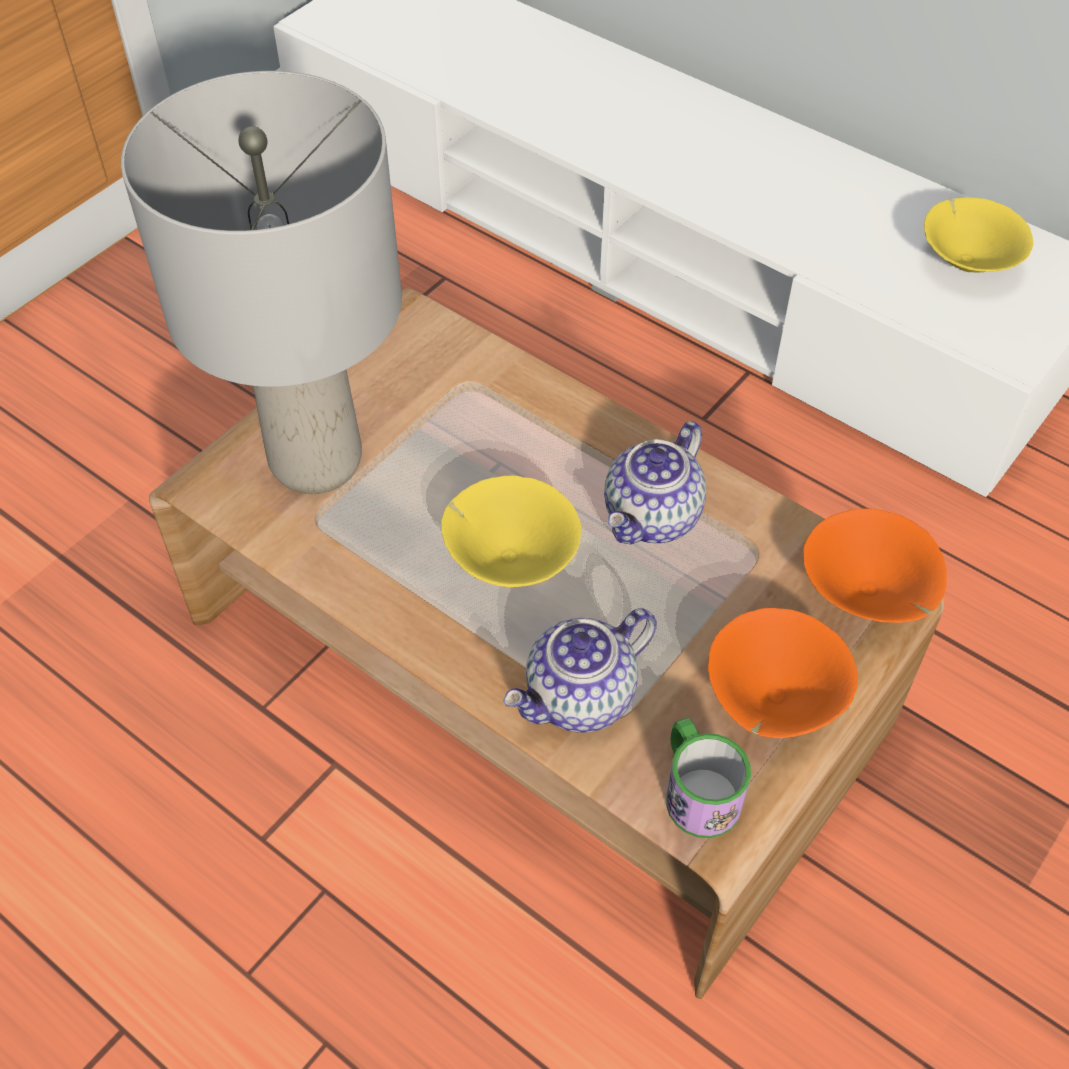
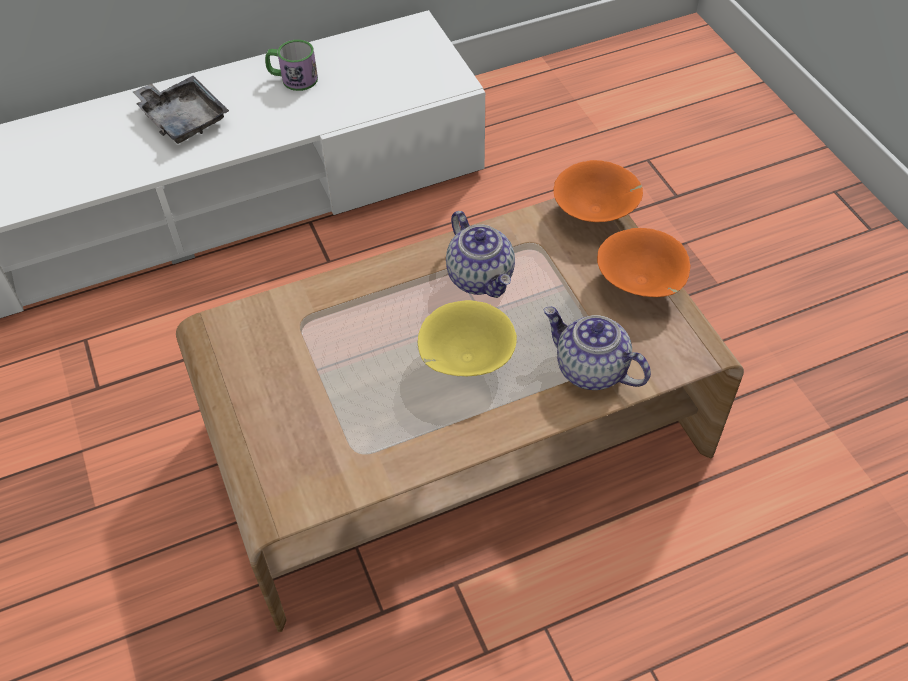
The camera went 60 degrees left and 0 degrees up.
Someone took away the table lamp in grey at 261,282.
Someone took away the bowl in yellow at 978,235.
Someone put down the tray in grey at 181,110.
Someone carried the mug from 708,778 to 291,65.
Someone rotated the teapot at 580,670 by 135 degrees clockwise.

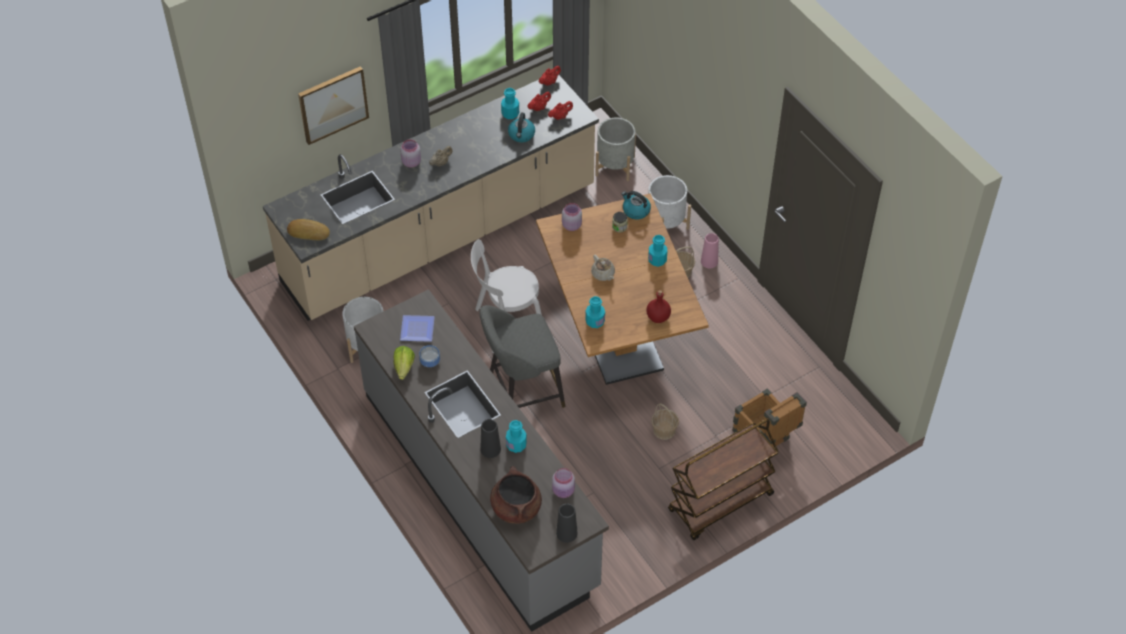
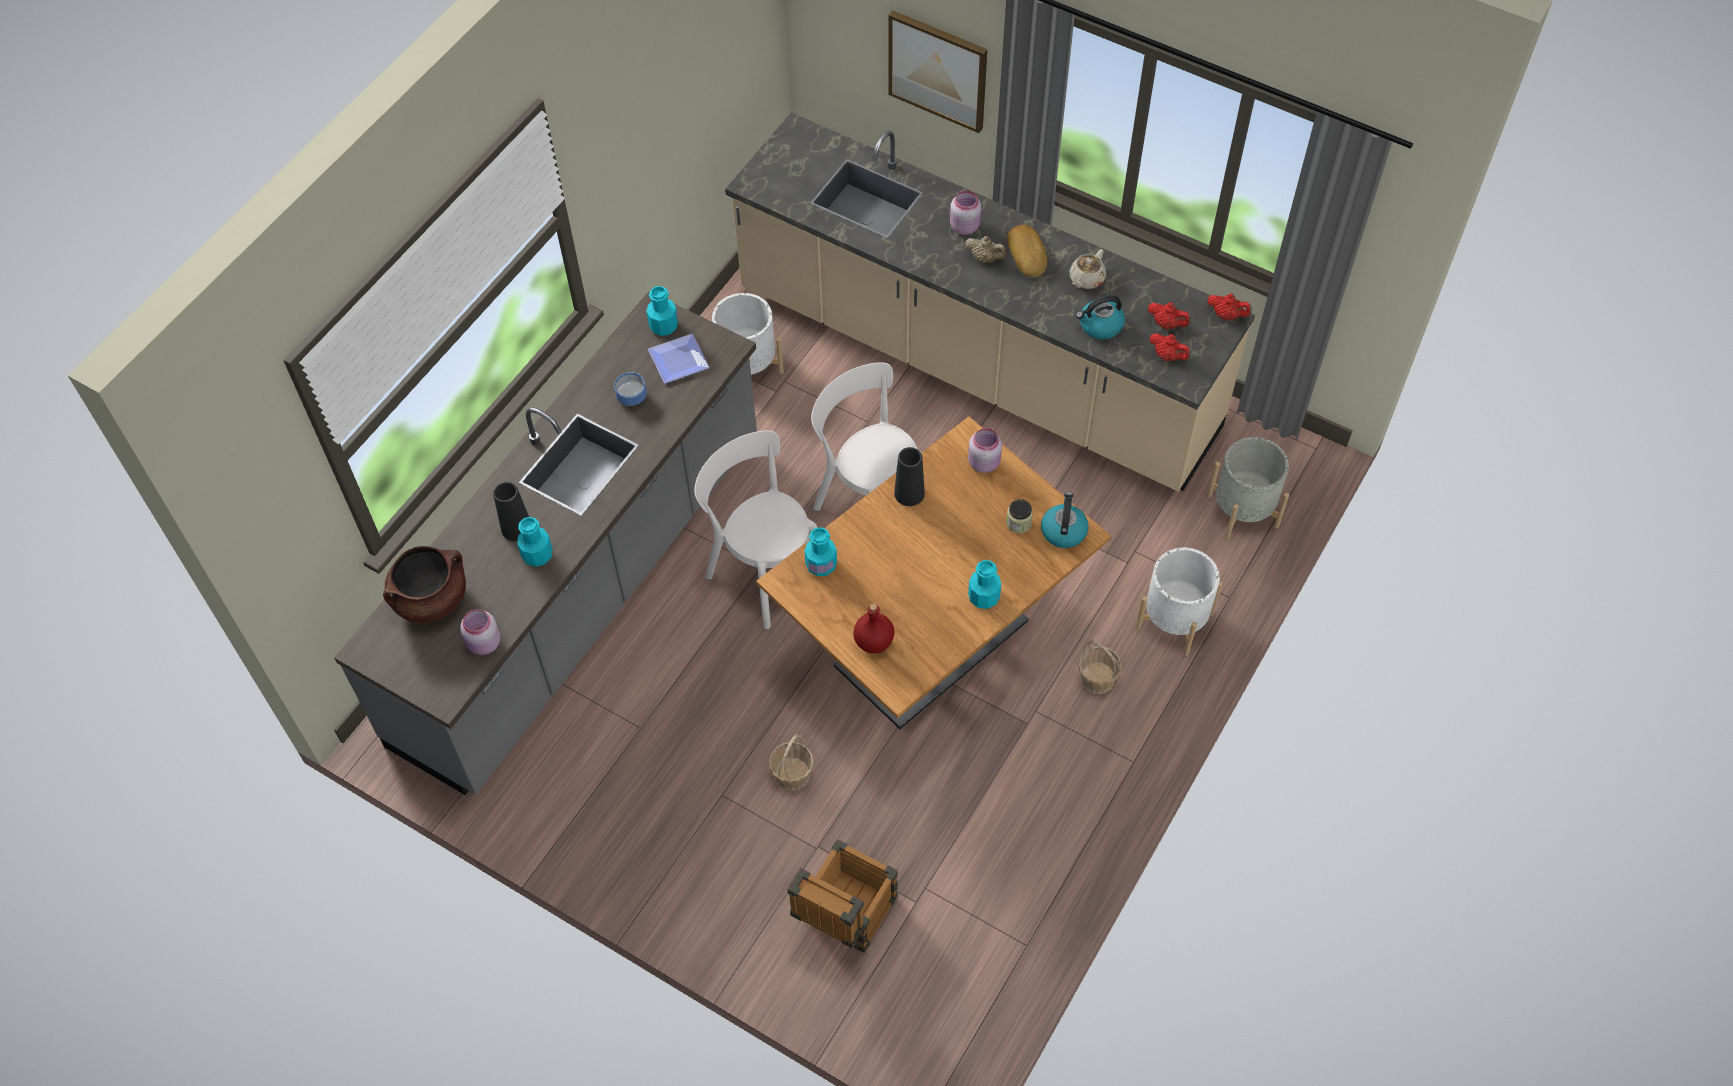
The camera went 65 degrees right and 5 degrees up.
Someone took away the lettuce at 404,363.
Someone took away the cart in brown at 723,479.
Someone took away the vase in pink at 710,251.
Someone carried the bread from 308,230 to 1027,251.
Someone carried the bottle in turquoise from 510,103 to 662,311.
Someone carried the vase in black from 566,523 to 909,476.
Someone carried the teapot in beige from 603,267 to 1088,269.
Someone swapped the stool in grey at 522,356 for the chair in white at 756,530.

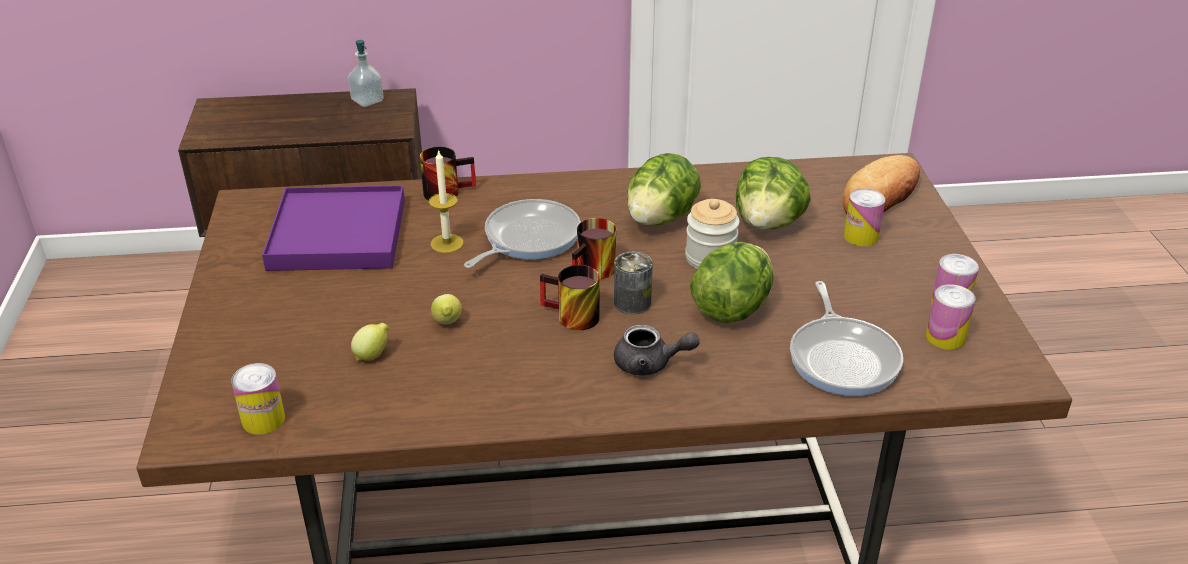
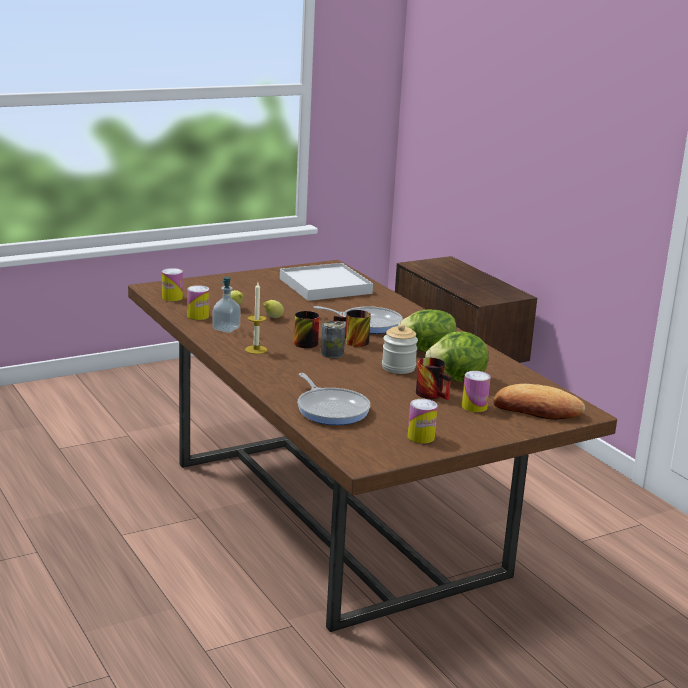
The camera went 65 degrees right and 15 degrees down.
Someone took away the teapot in grey at 656,350.
Someone took away the lettuce at 731,282.
Someone carried the soap dispenser from 366,73 to 226,305.
Someone carried the mug from 448,173 to 433,379.
Someone carried the candle from 446,201 to 256,318.
Someone carried the can from 951,317 to 198,302.
Someone repainted the tray in purple at 333,228, which became the tray in white at 326,282.
Someone rotated the frying pan at 846,338 by 90 degrees counterclockwise.

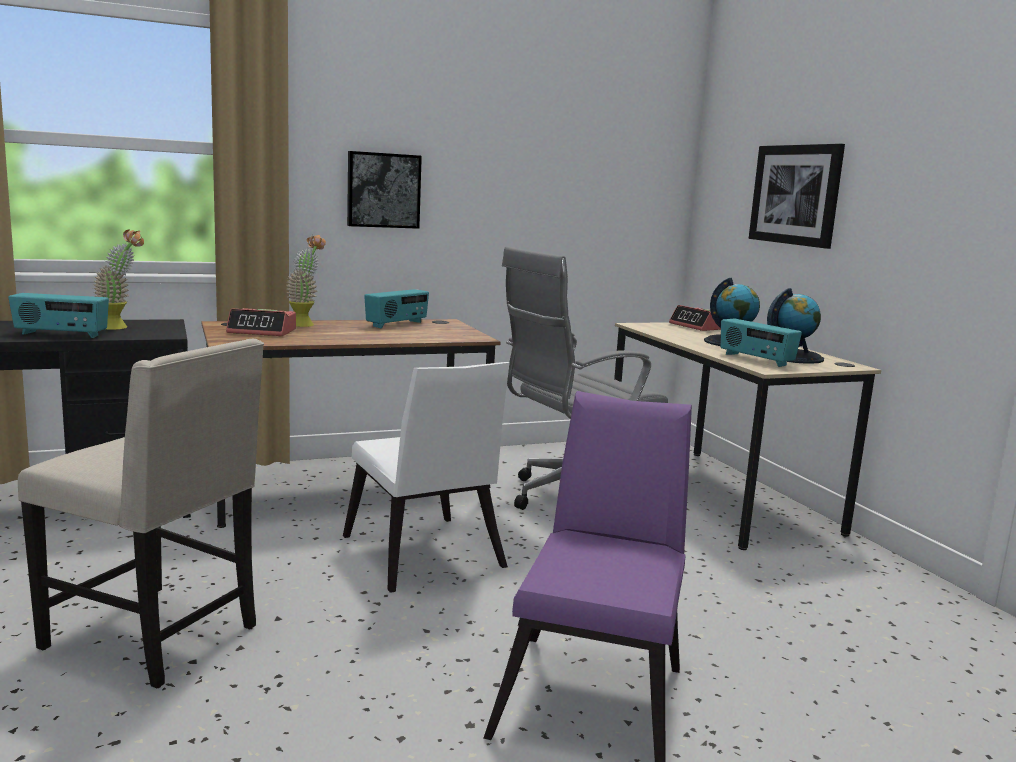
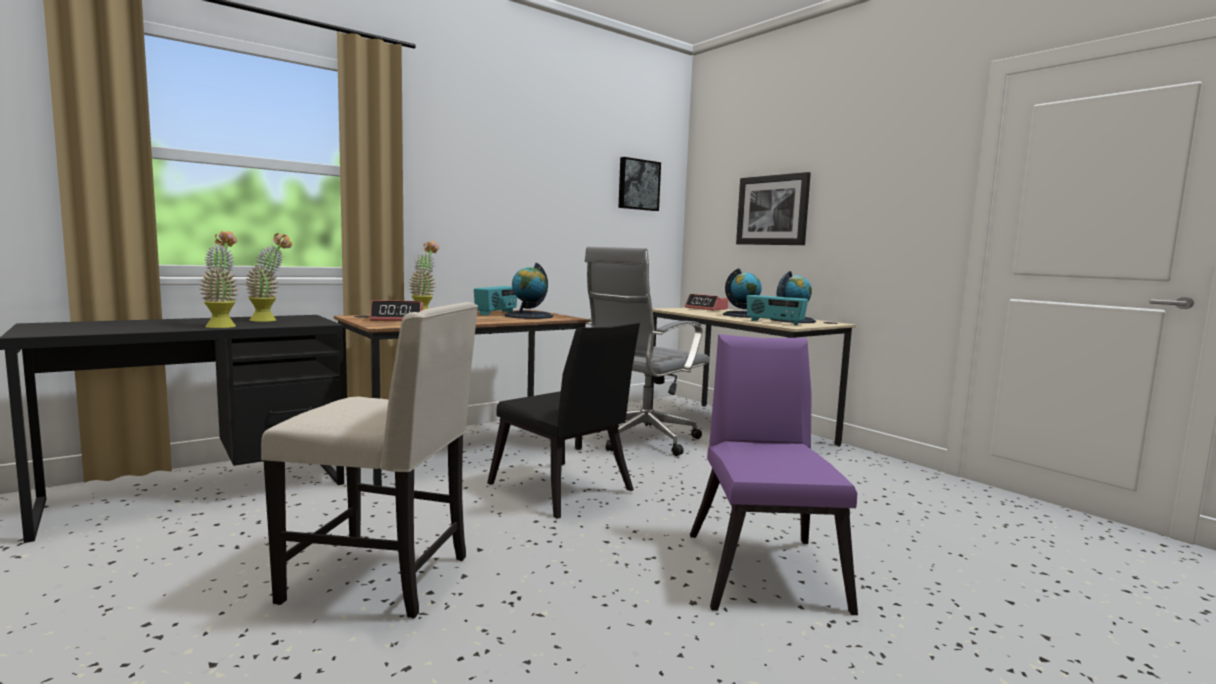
The camera went 15 degrees left and 5 degrees down.
Someone put down the globe at 529,291.
Someone carried the picture from 384,190 to 639,184.
Someone swapped the radio at 58,315 for the potted plant at 219,279.
Someone repainted the chair in white at 426,477, which became the chair in black at 563,421.

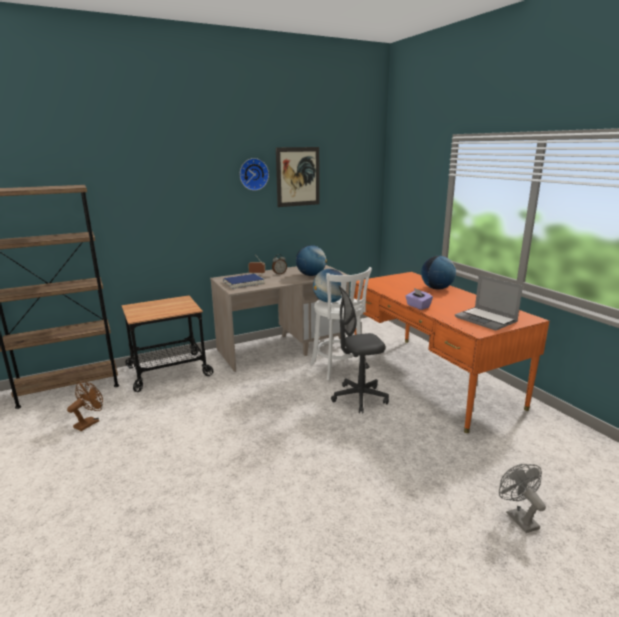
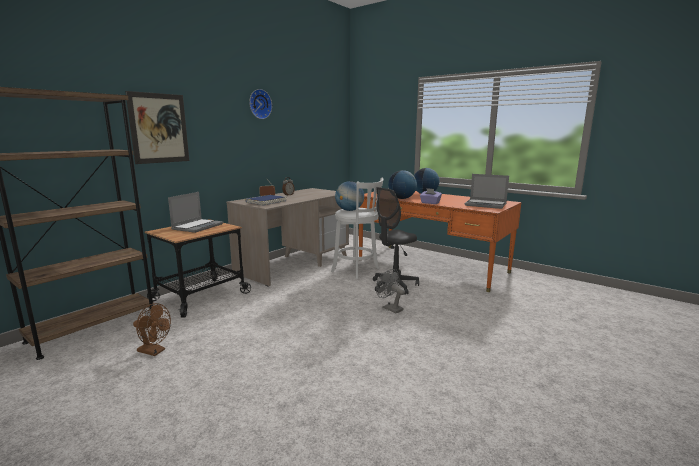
The camera went 25 degrees left and 5 degrees down.
Someone put down the laptop at 195,212.
Someone carried the picture from 297,177 to 157,127.
Someone carried the globe from 311,260 to 402,184.
Someone carried the fan in grey from 522,498 to 390,291.
Someone rotated the fan in brown at 85,406 by 105 degrees clockwise.

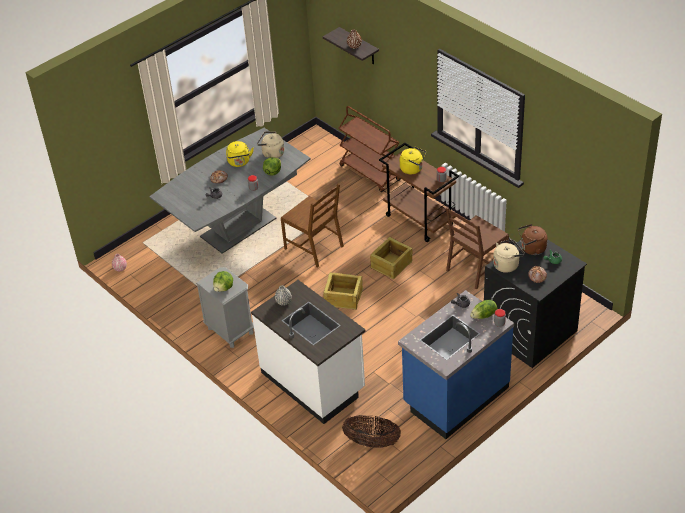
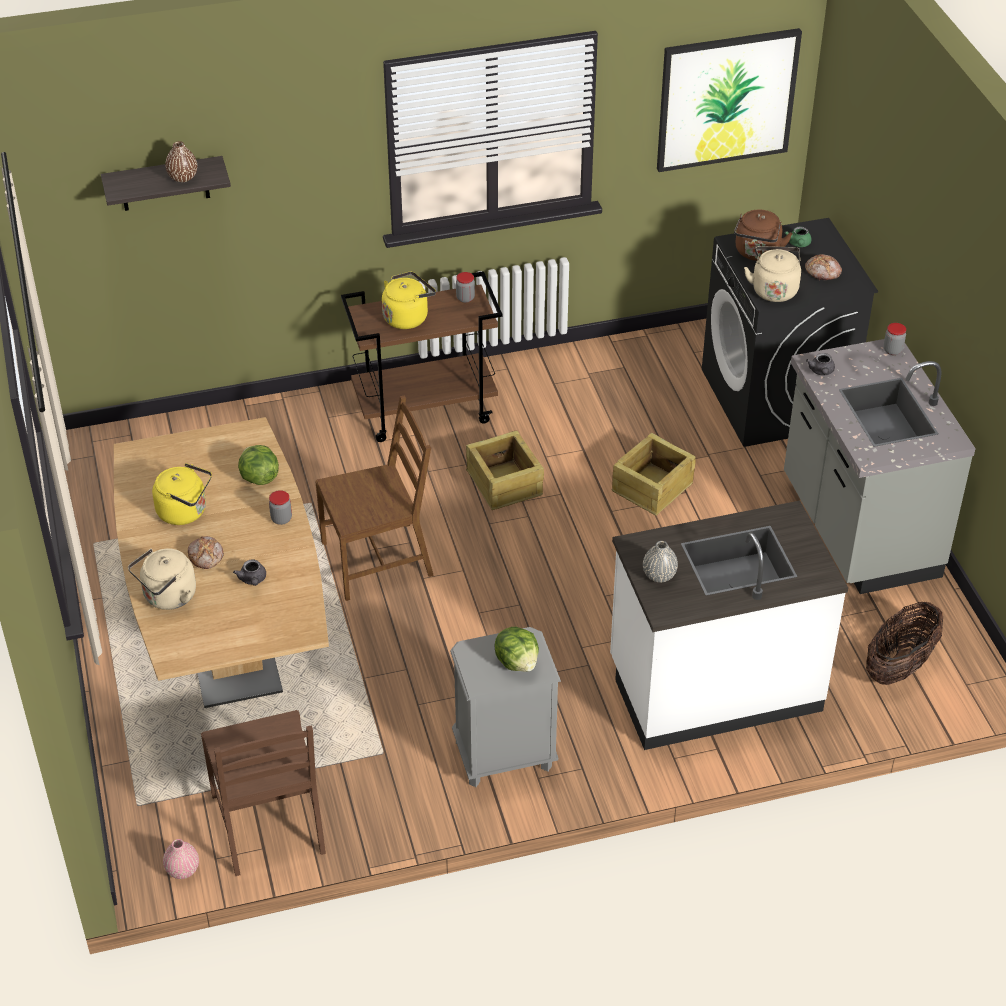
The camera went 65 degrees left and 0 degrees up.
Someone took away the cart in brown at 370,149.
Someone took away the lettuce at 483,309.
Someone put up the picture at 729,100.
Someone carried the kettle in beige from 271,144 to 162,579.
Someone carried the crate from 343,291 to 654,474.
Someone carried the chair in brown from 477,248 to 263,793.
Someone repainted the dining table in grey at 230,191, which became the dining table in brown at 221,562.
Someone repainted the counter in blue at 456,364, which became the counter in grey at 880,466.

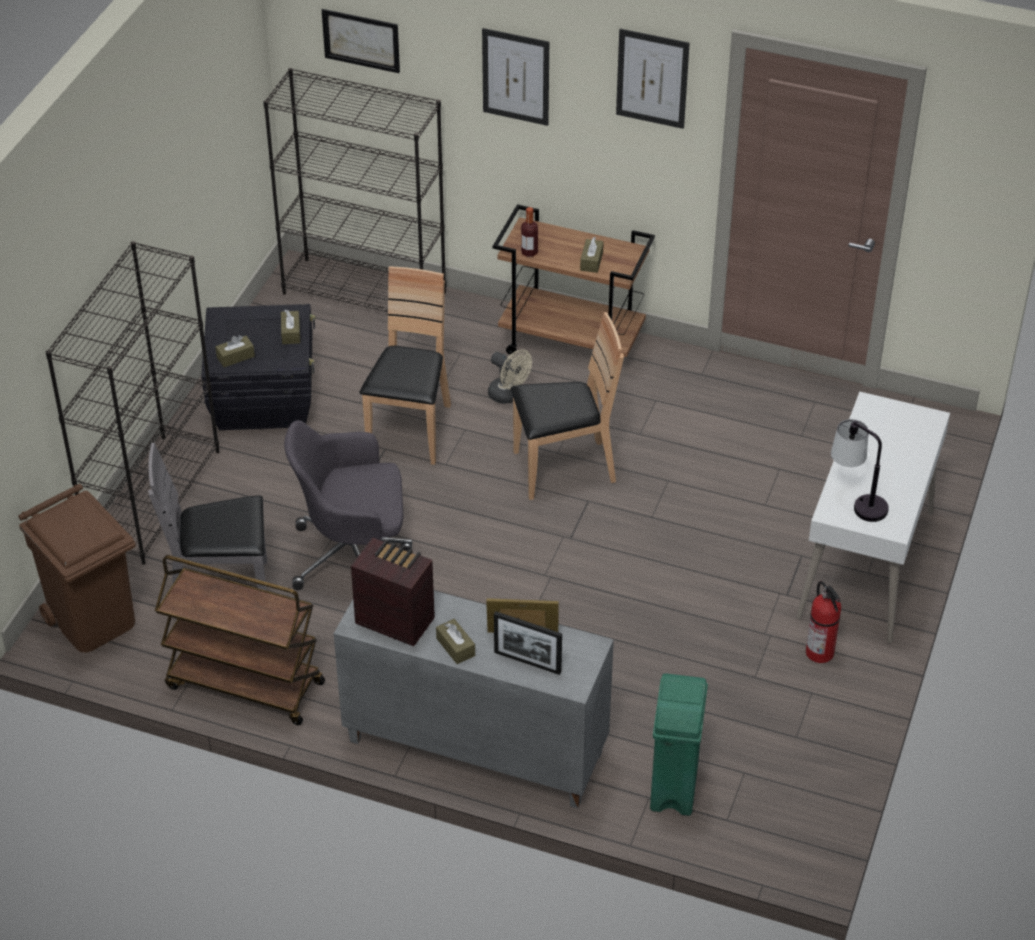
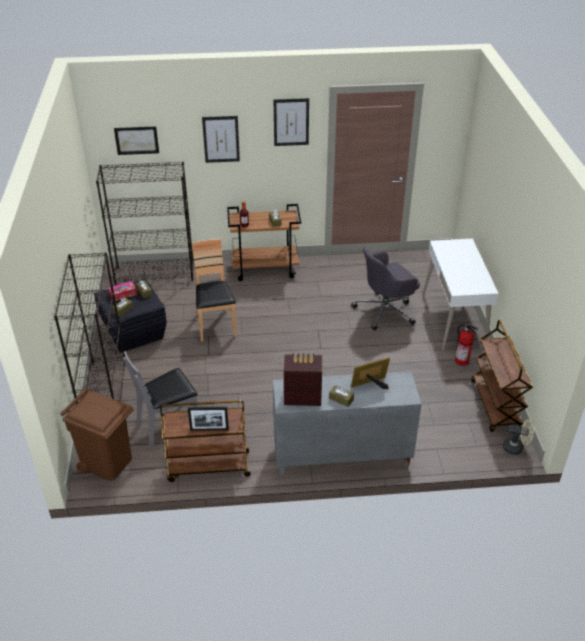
The camera went 25 degrees left and 5 degrees down.
Someone took away the chair in brown at 567,406.
Someone took away the trash can in green at 679,744.
Someone took away the table lamp at 860,470.
Someone put down the tissue box at 122,291.
Someone put down the cart in brown at 502,376.
Someone carried the office chair in grey from 348,505 to 385,288.
Someone carried the fan in beige from 510,376 to 518,437.
Someone carried the picture frame from 528,643 to 208,419.

